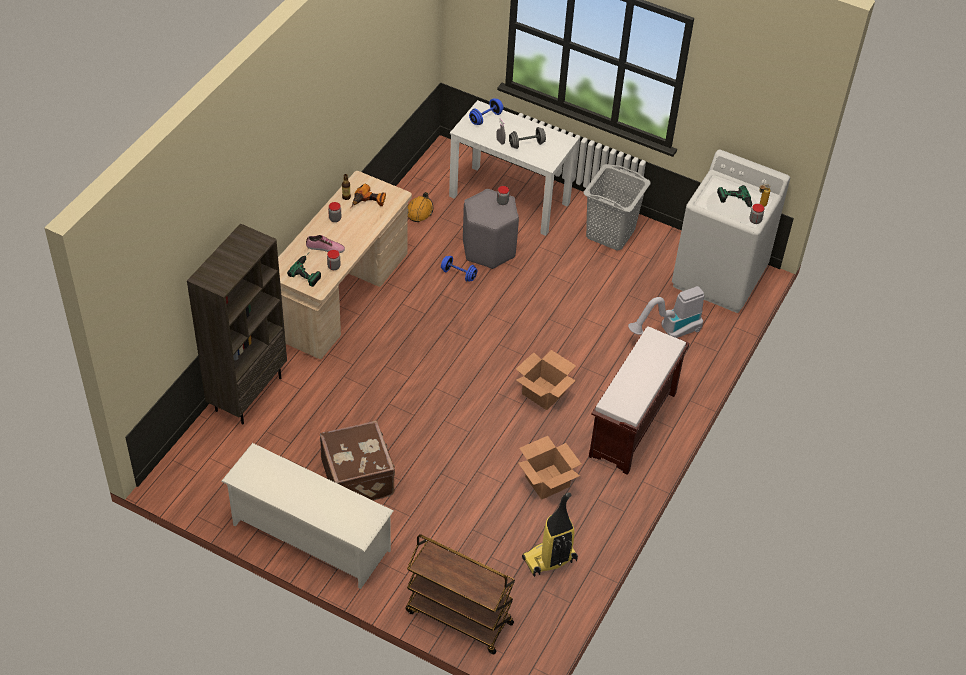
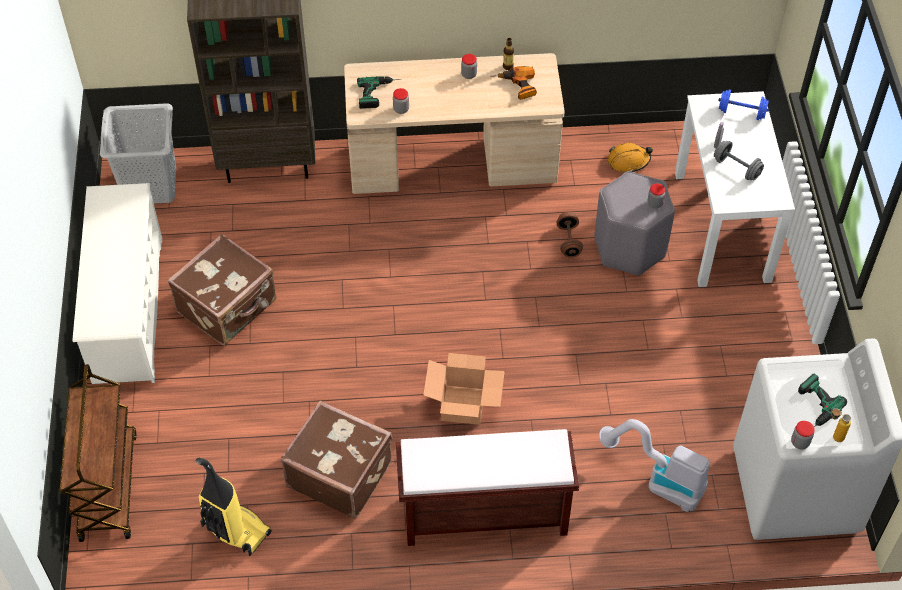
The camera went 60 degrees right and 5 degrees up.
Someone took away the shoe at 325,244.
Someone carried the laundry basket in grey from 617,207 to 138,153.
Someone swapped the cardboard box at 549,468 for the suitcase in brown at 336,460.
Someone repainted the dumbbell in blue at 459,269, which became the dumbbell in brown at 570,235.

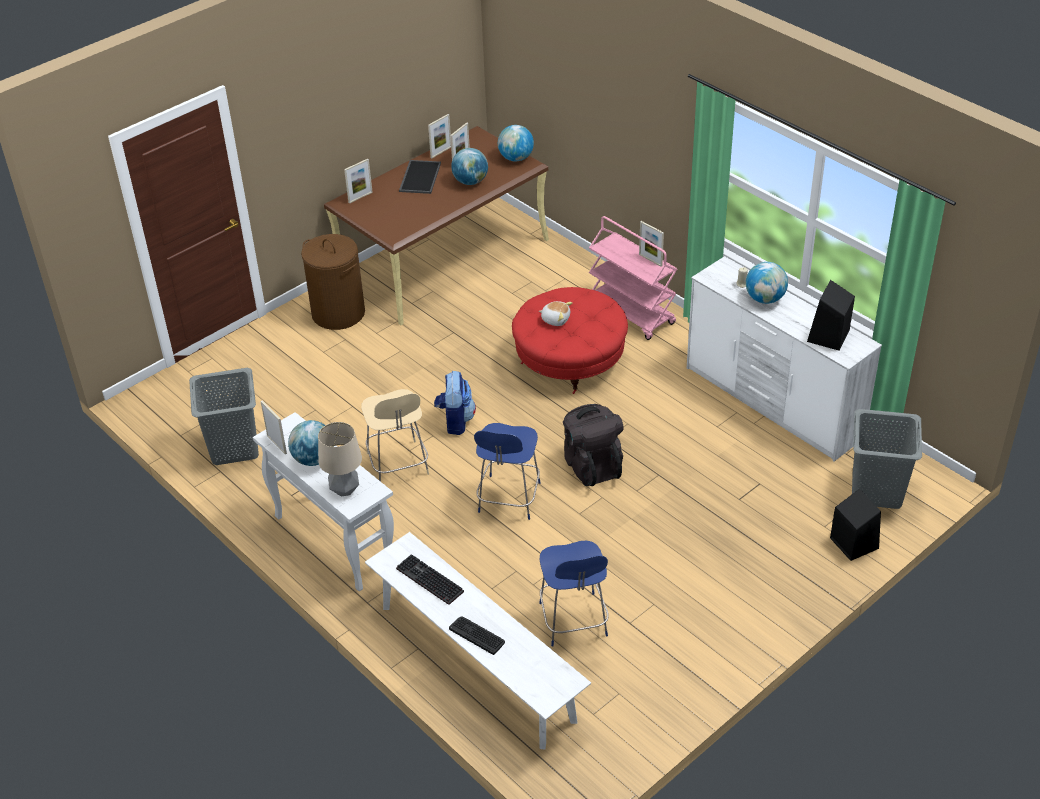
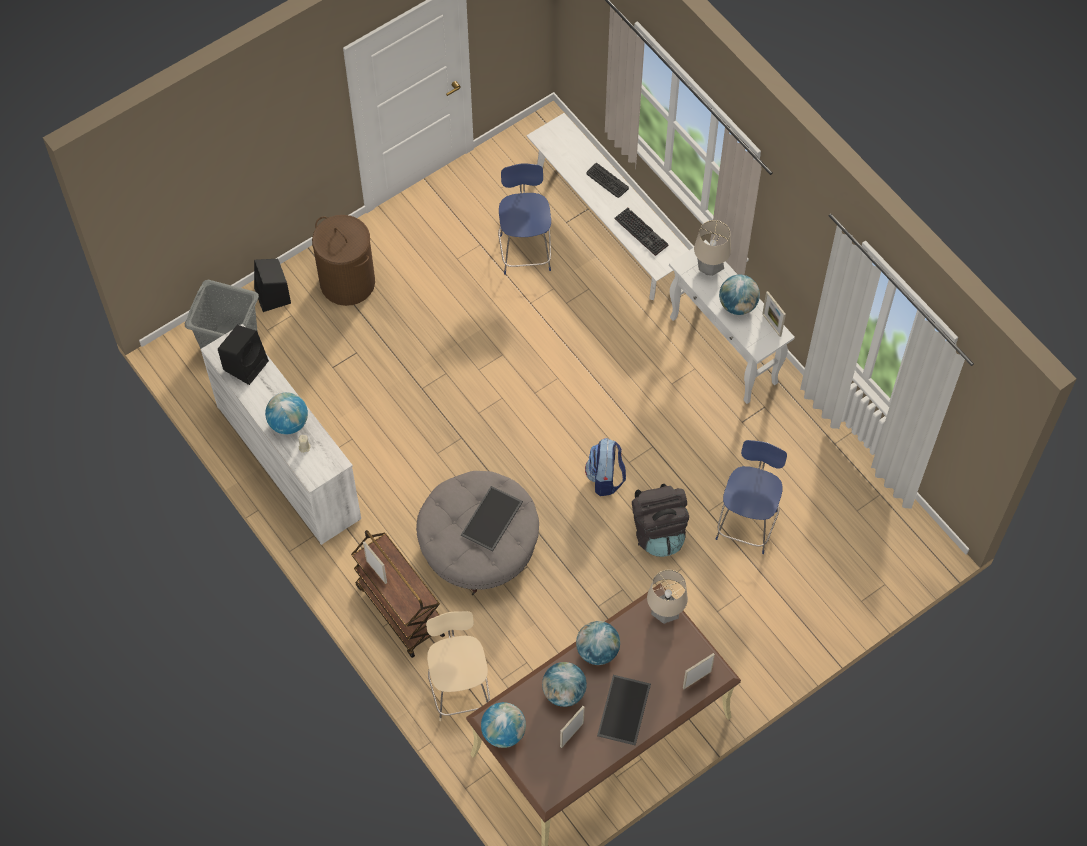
The camera went 175 degrees left and 20 degrees up.
Someone took away the laundry basket in grey at 224,416.
Someone took away the picture frame at 439,136.
Someone put down the globe at 598,643.
Someone put down the table lamp at 667,597.
Someone carried the laundry basket in brown from 333,282 to 343,260.
Someone carried the chair in beige from 395,435 to 458,666.
Someone carried the chair in blue from 507,471 to 751,497.
Someone carried the backpack in black from 593,445 to 660,520.
Someone swapped the plush toy at 556,313 for the tray at 492,519.
Someone repainted the ottoman in red at 570,340, which became the ottoman in grey at 477,533.
Someone repainted the cart in pink at 633,278, which became the cart in brown at 398,594.

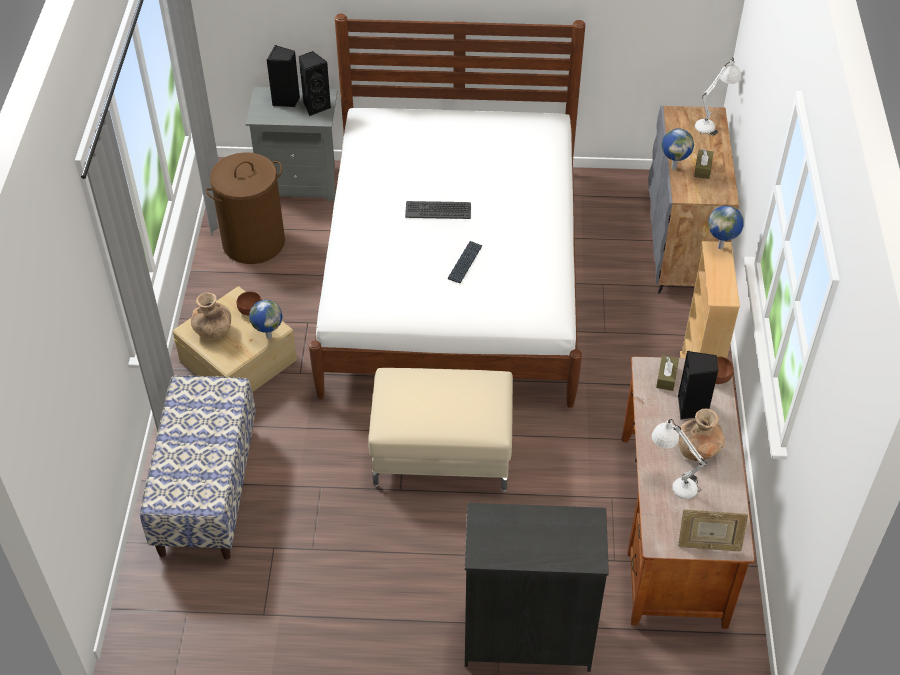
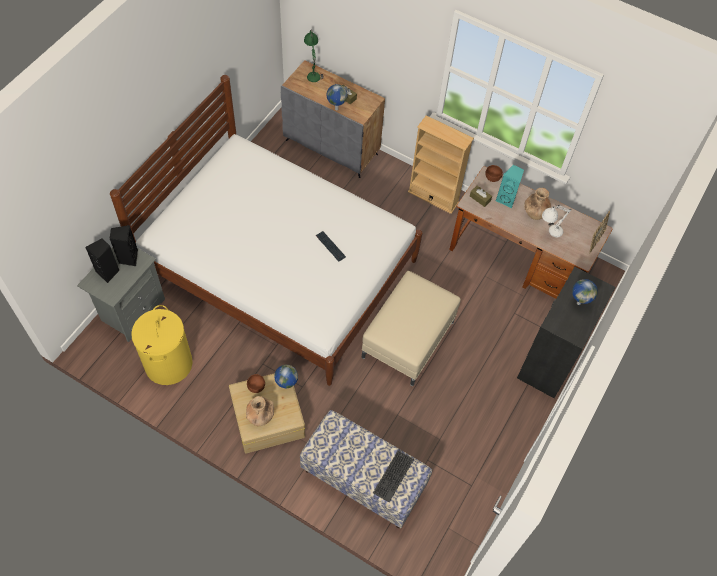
The camera went 65 degrees left and 10 degrees up.
Someone carried the keyboard from 438,210 to 393,476.
Someone carried the globe from 726,227 to 585,292.
Someone repainted the laundry basket in brown at 245,208, which became the laundry basket in yellow at 162,345.
Someone repainted the speaker in black at 698,385, which became the speaker in turquoise at 510,186.
Someone repainted the table lamp in white at 718,96, which became the table lamp in green at 314,56.

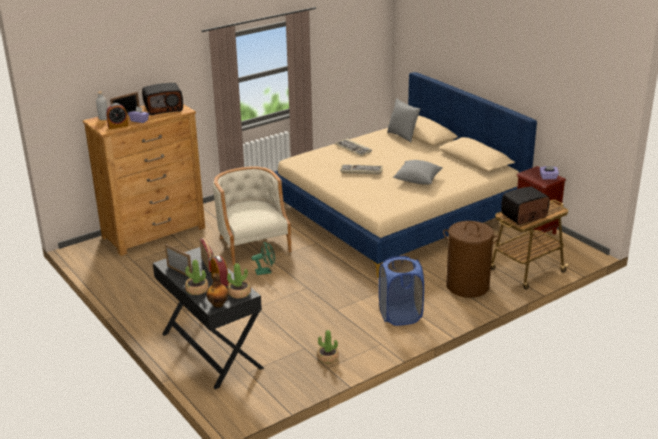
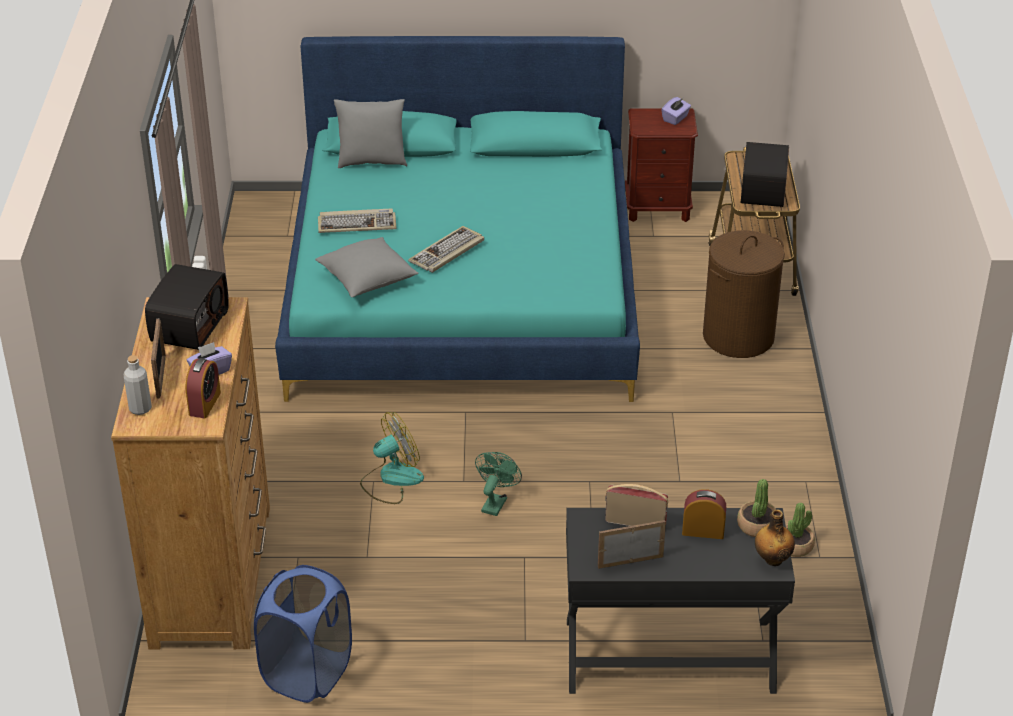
The camera went 55 degrees left and 10 degrees up.
Someone took away the potted plant at 196,277.
Someone carried the laundry basket in blue from 401,291 to 303,634.
Someone carried the pillow in grey from 418,172 to 367,267.
Someone swapped the armchair in beige at 252,215 for the fan at 392,458.
Someone repainted the bed in beige at 405,175, which became the bed in turquoise at 457,219.

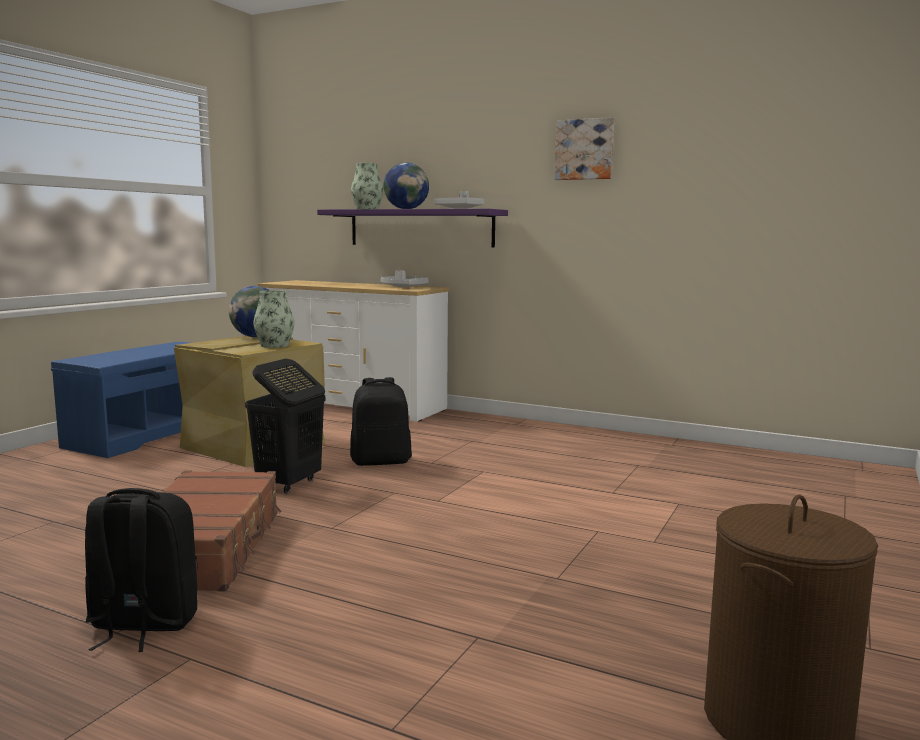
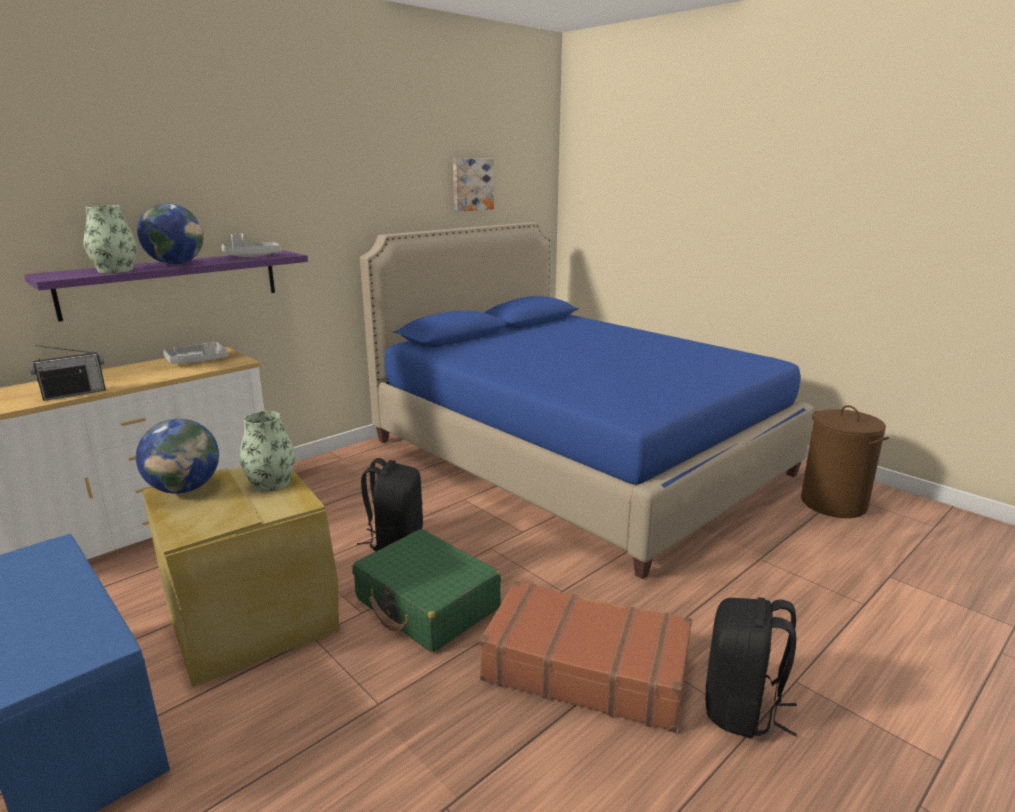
The camera went 70 degrees left and 10 degrees up.
Someone put down the radio at 67,373.
Someone put down the bed in blue at 587,400.
Someone carried the picture from 584,148 to 473,185.
Someone swapped the laundry basket in black at 285,426 for the suitcase in green at 426,590.

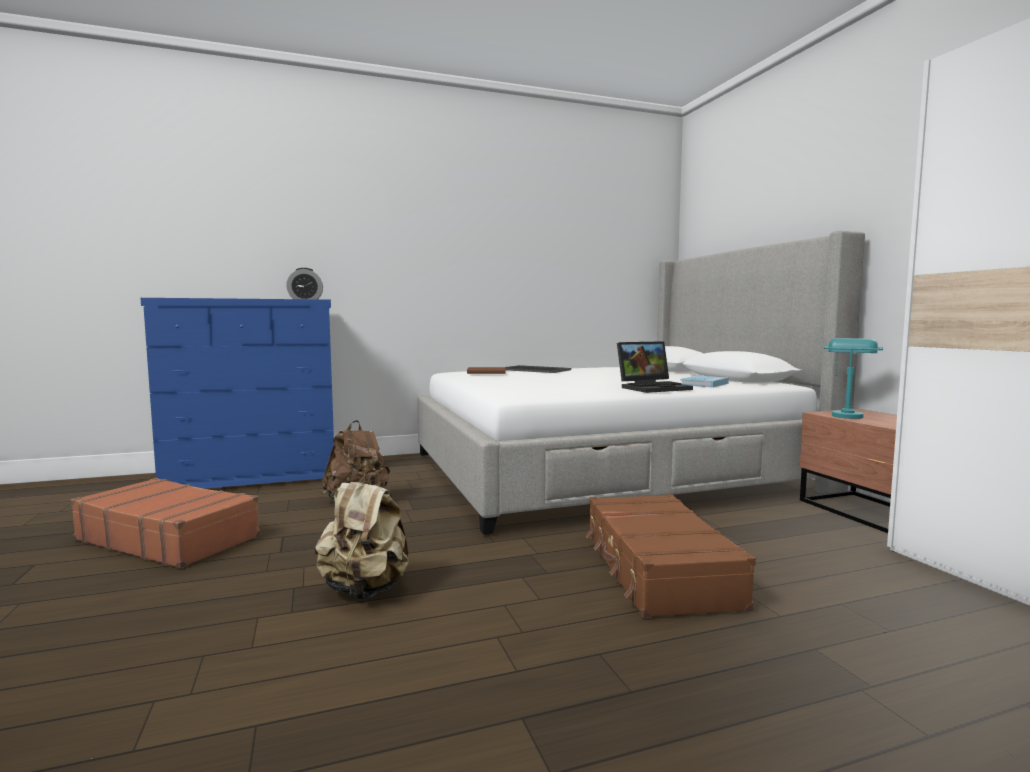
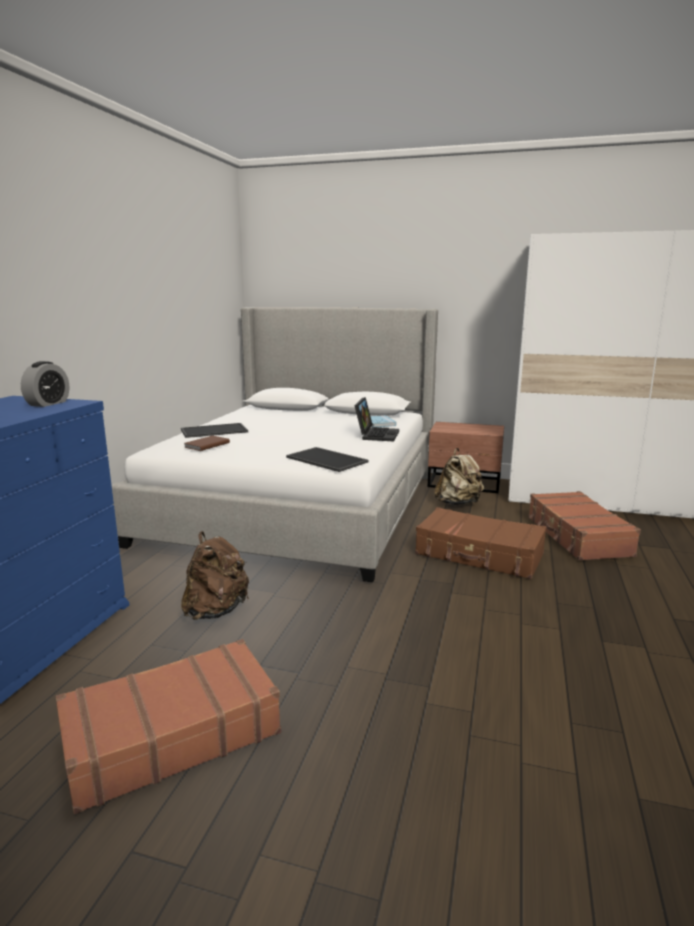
The camera went 55 degrees left and 10 degrees up.
Someone took away the table lamp in turquoise at 853,378.
Someone put down the tray at 327,459.
Someone put down the suitcase in brown at 584,526.
Someone carried the backpack in beige from 362,534 to 459,476.

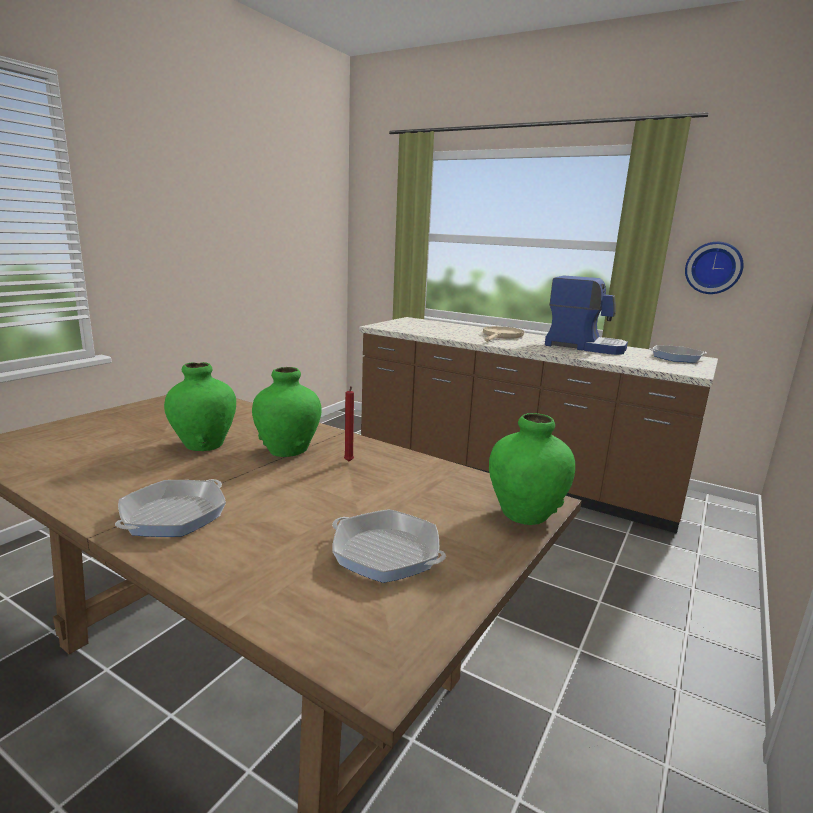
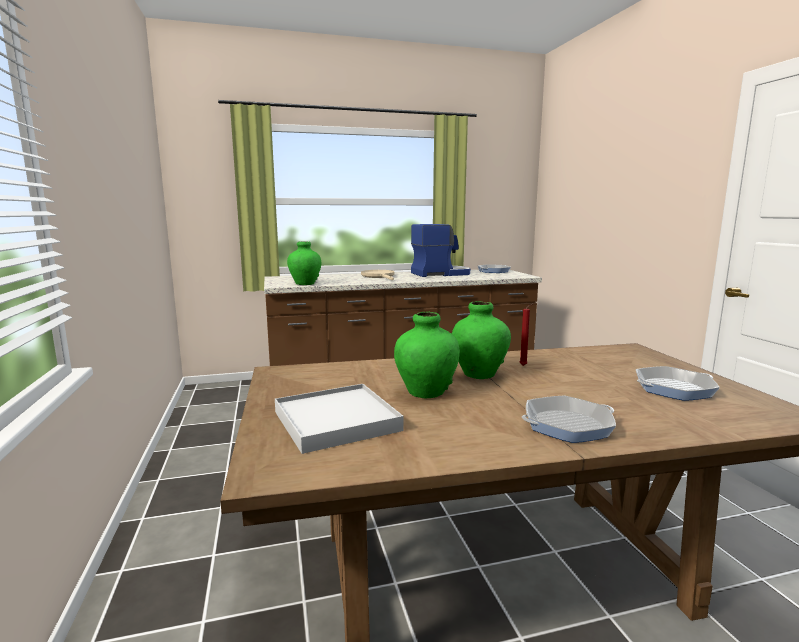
The camera went 45 degrees left and 5 degrees down.
Someone took away the wall clock at 714,268.
Someone put down the tray in white at 339,419.
Someone carried the vase in green from 532,469 to 304,263.
Someone rotated the frying pan at 170,508 by 90 degrees clockwise.

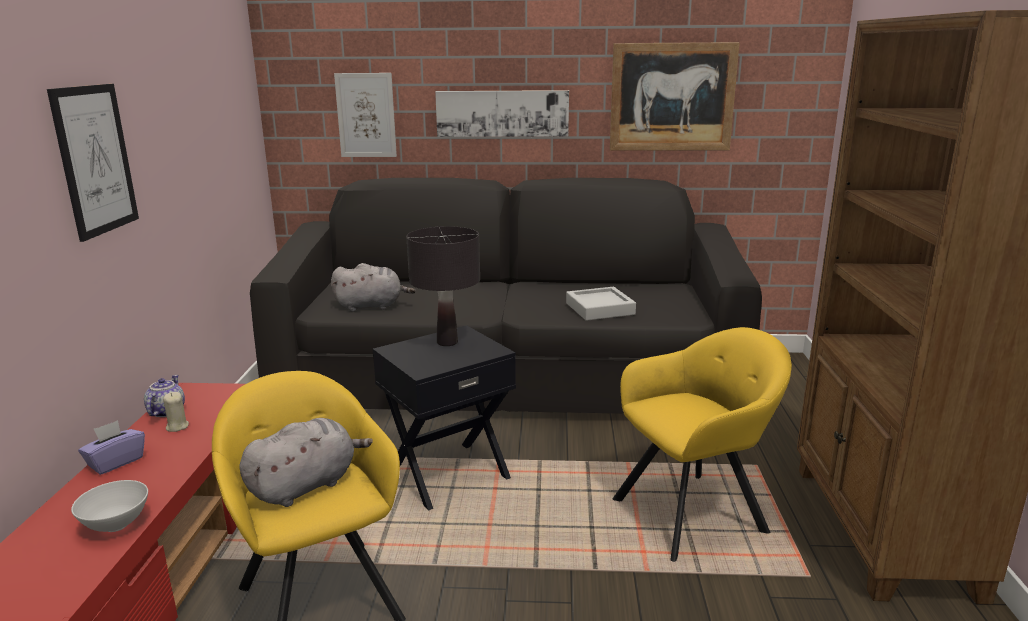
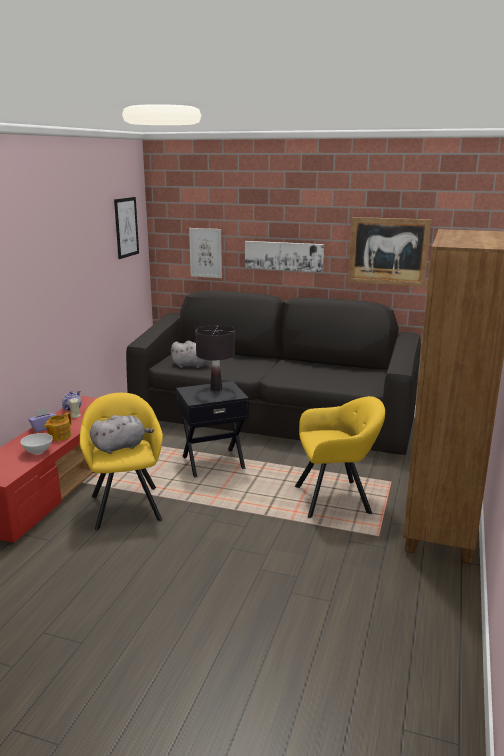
The camera went 15 degrees right and 0 degrees up.
Someone took away the tray in grey at 601,304.
Someone put down the teapot at 58,426.
Someone carried the picture from 93,163 to 126,228.

